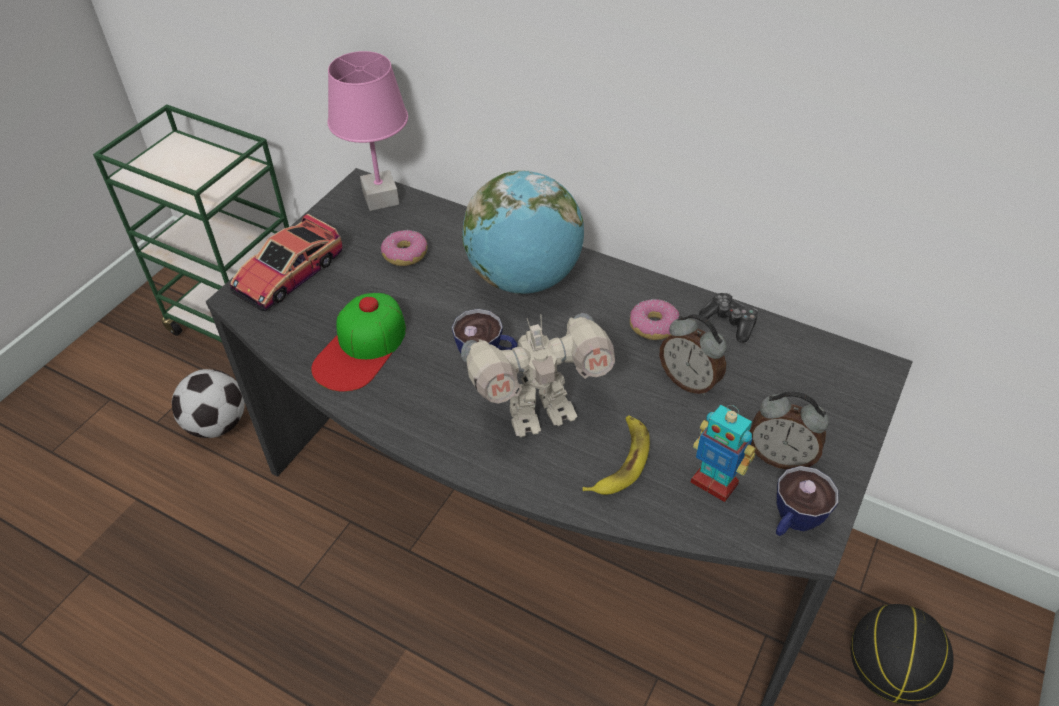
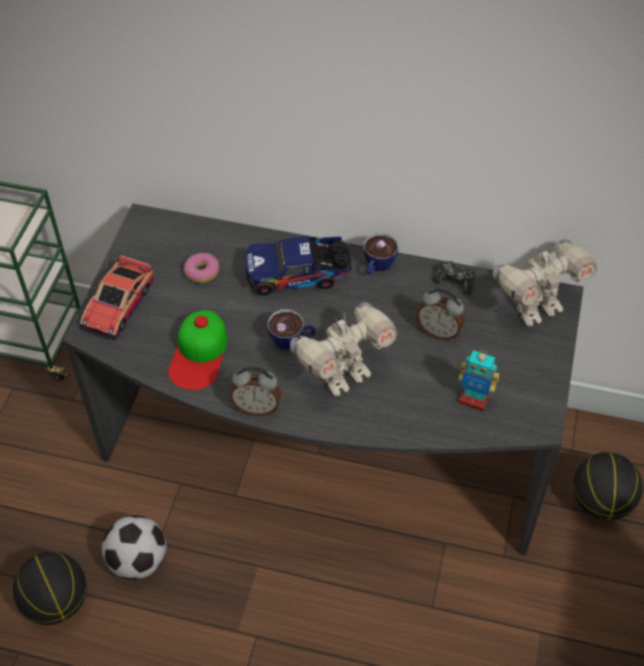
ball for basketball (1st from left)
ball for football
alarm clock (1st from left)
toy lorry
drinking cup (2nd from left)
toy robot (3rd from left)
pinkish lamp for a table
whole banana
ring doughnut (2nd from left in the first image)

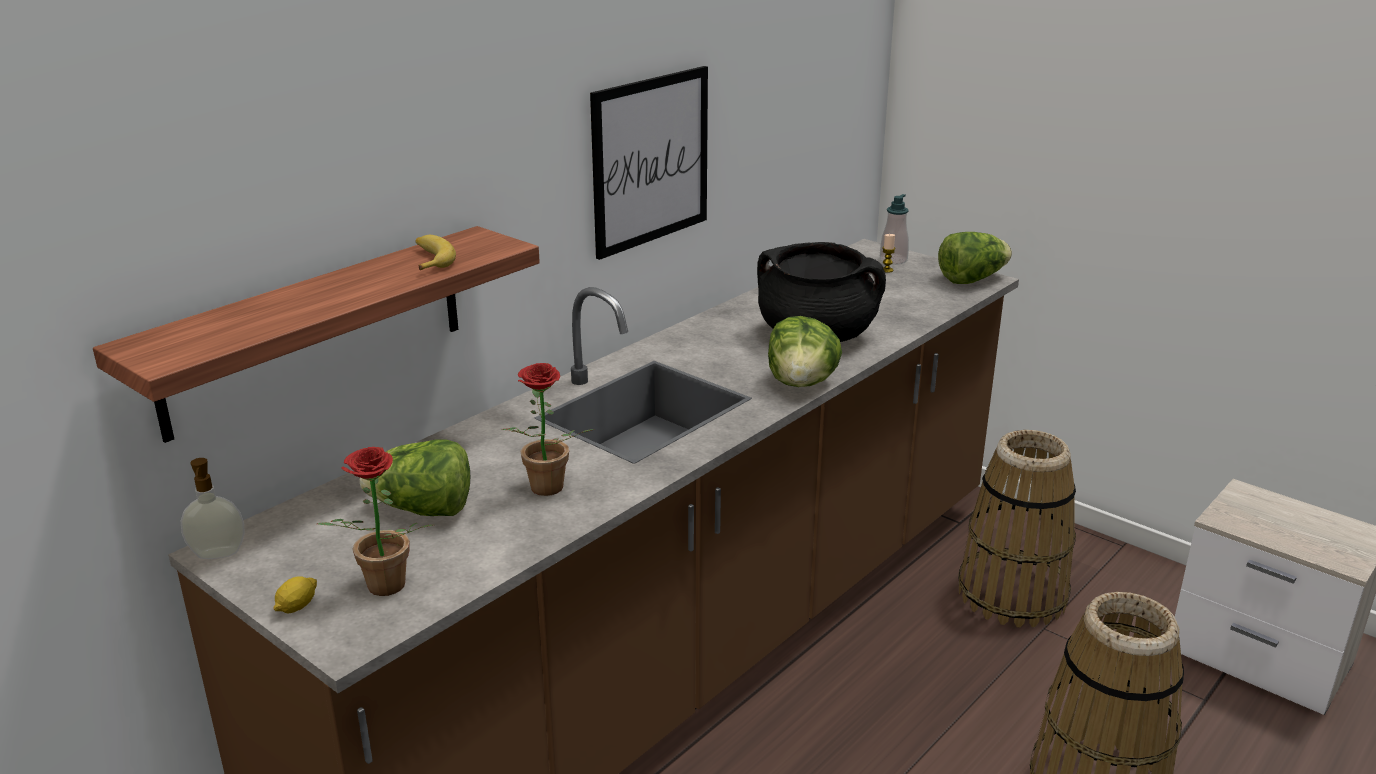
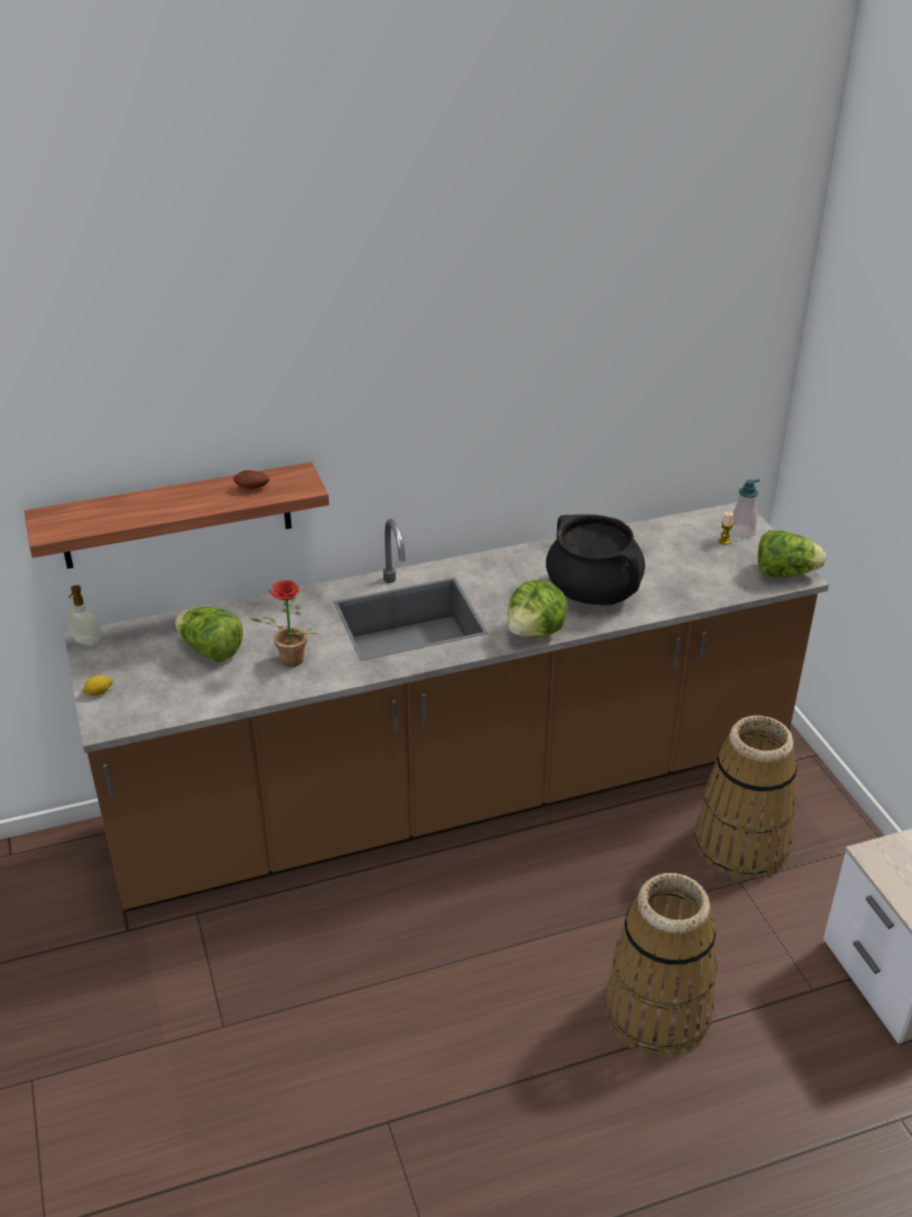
potato
plant in a pot (1st from left in the first image)
wall picture

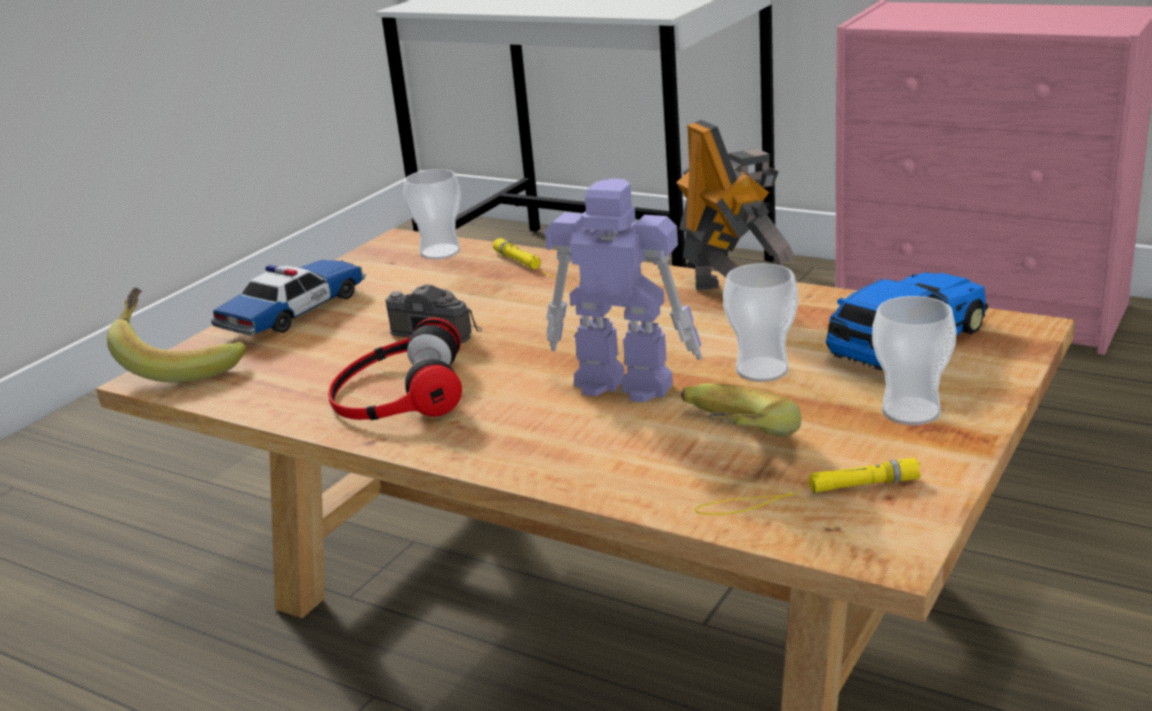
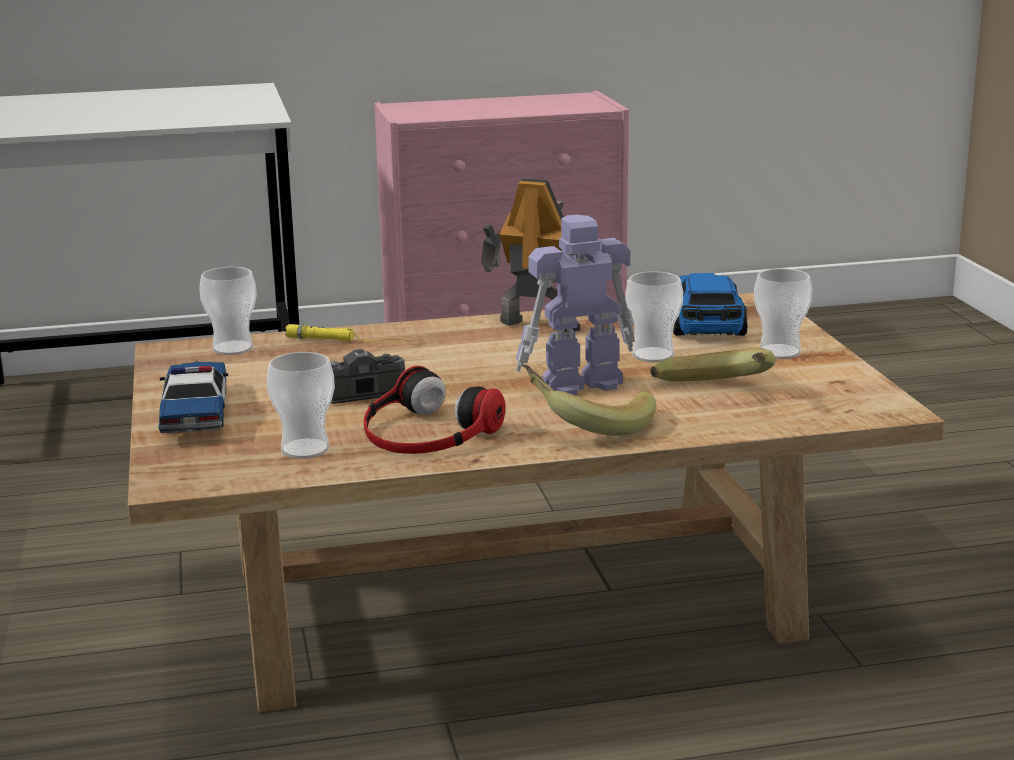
drinking cup (2nd from left)
whole banana (1st from left)
yellow-coloured hand torch (2nd from left in the first image)

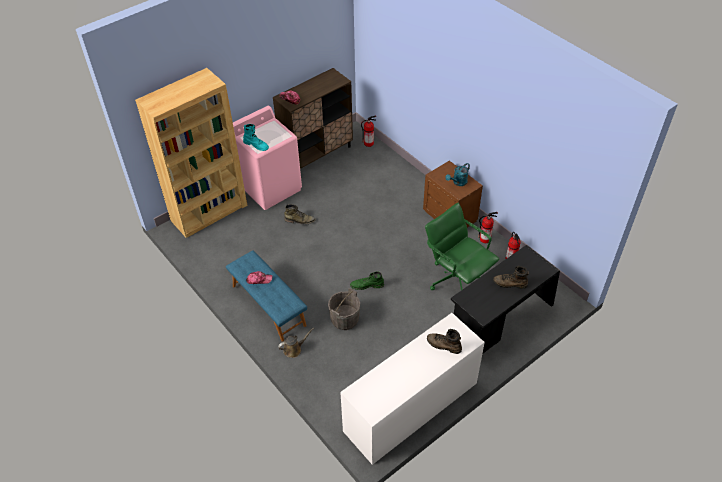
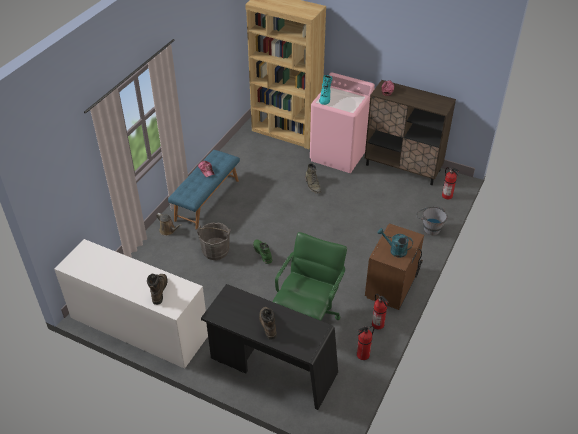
grey water bucket (2nd from left)

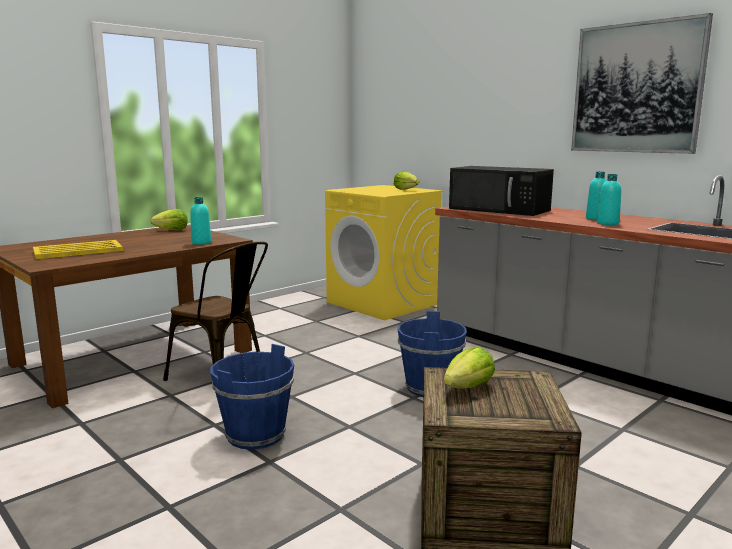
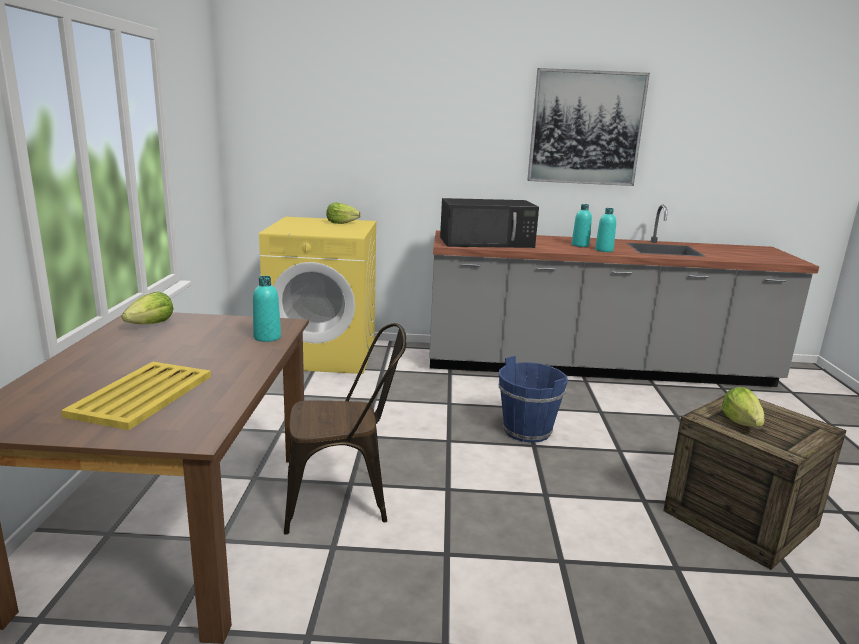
blue-coloured water bucket (1st from left in the first image)

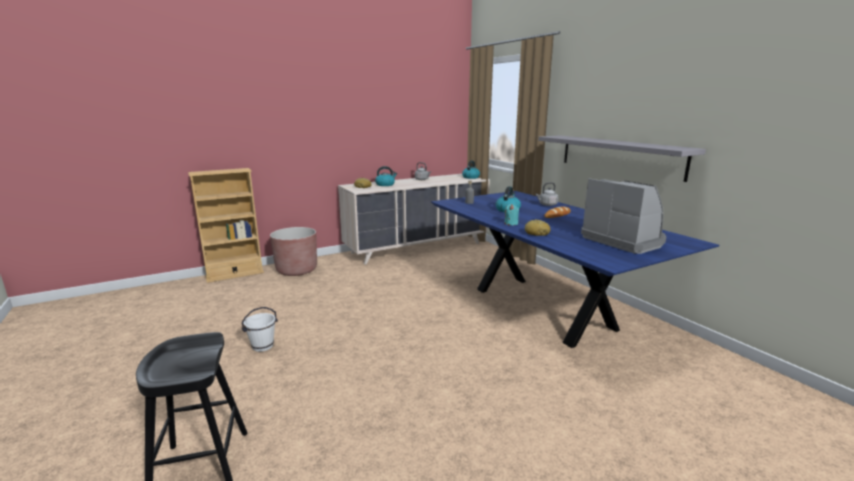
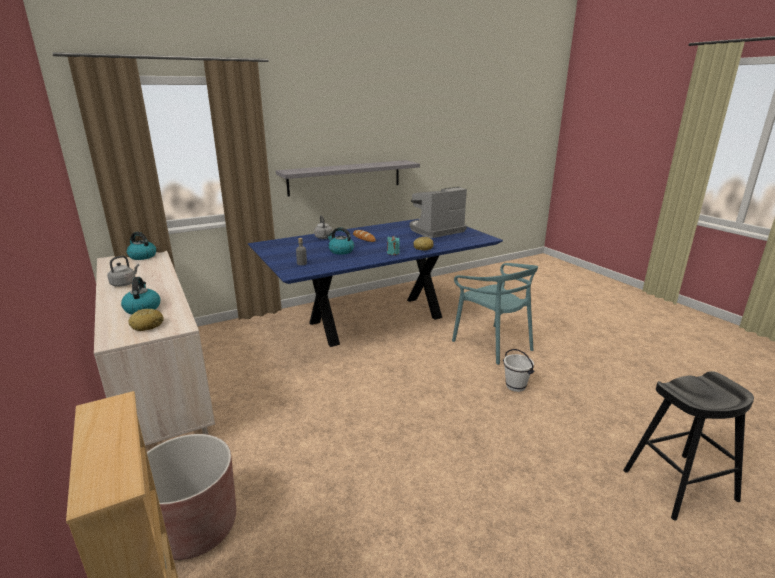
turquoise plain chair
white-coloured water bucket

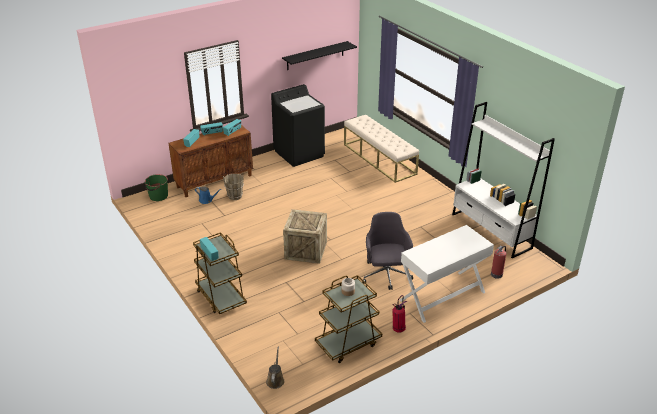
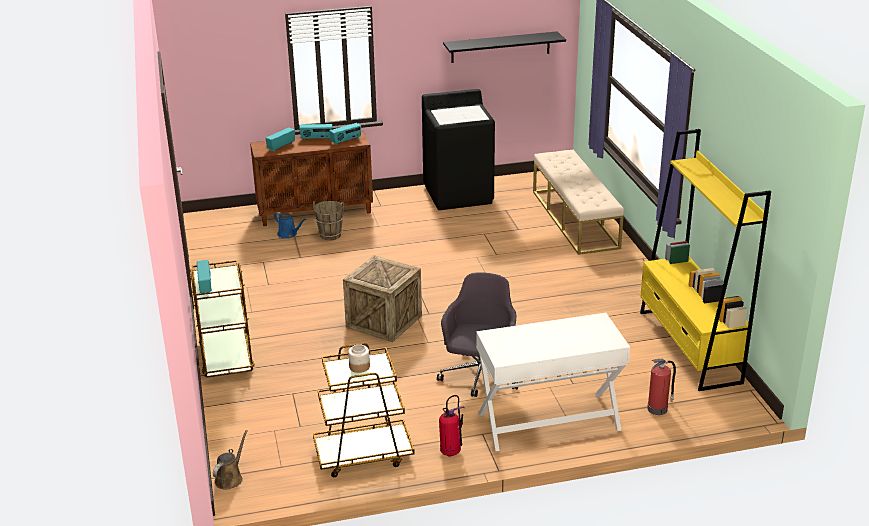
yellow-coloured shelving unit
greenish water bucket

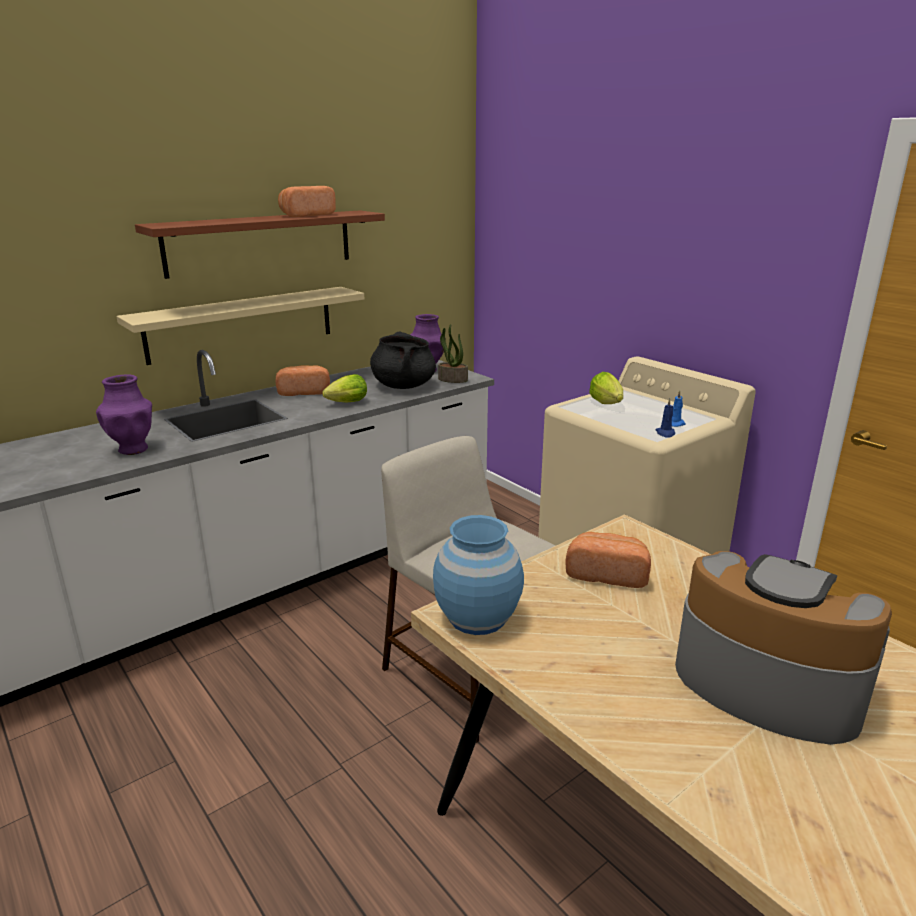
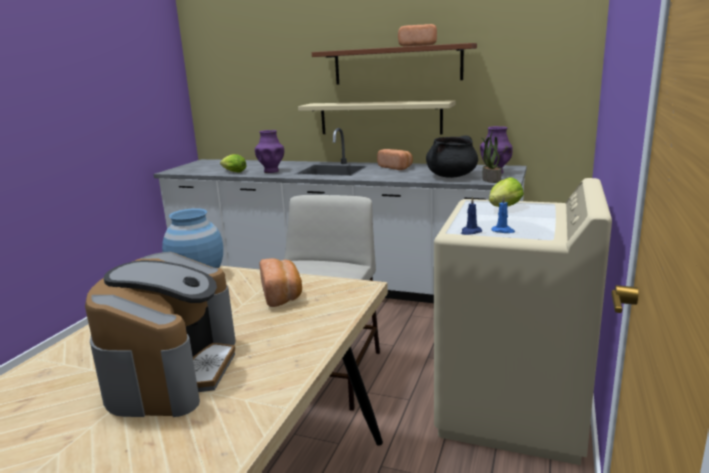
lettuce head (1st from left)

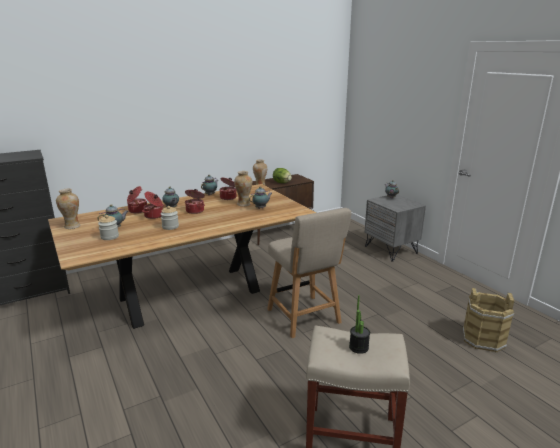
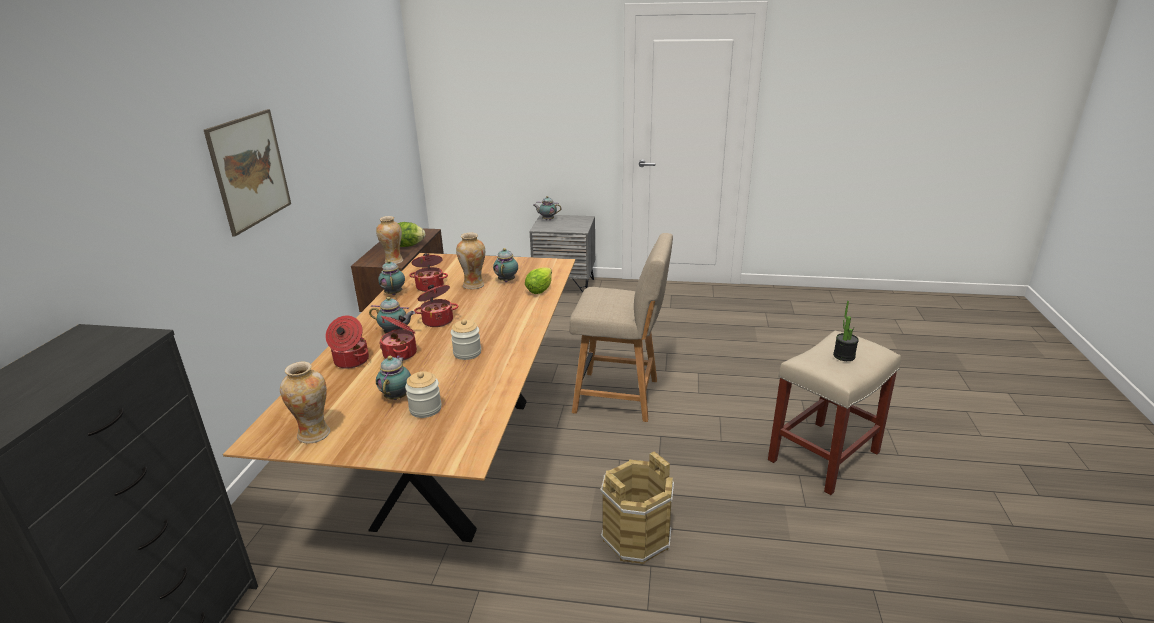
wall picture
lettuce head (2nd from left)
brownish water bucket

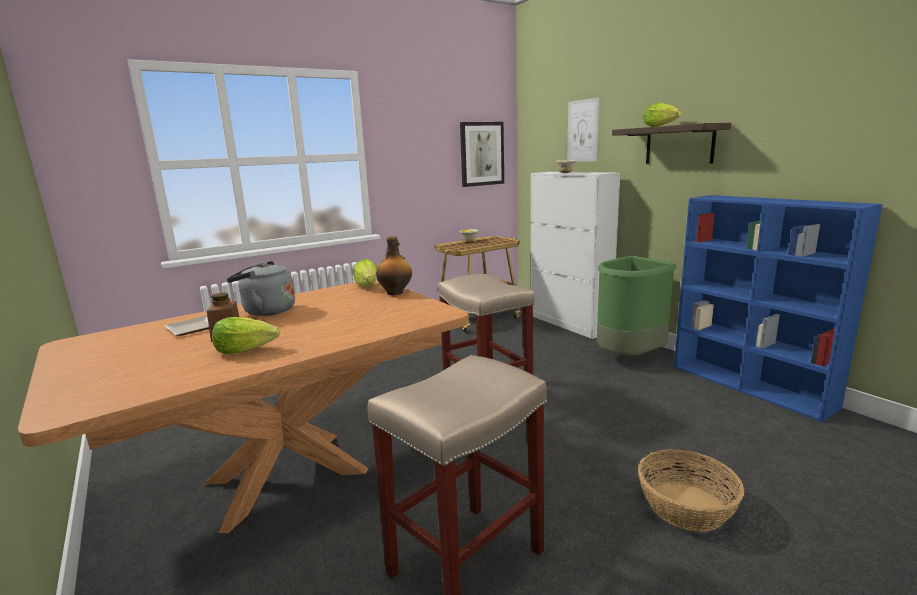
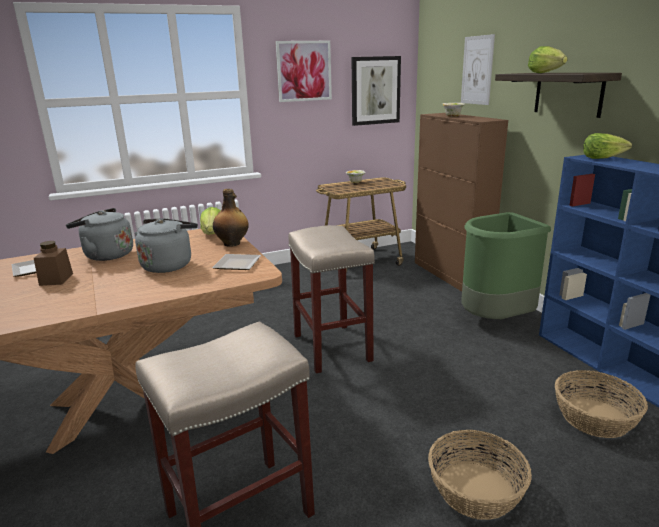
grey kettle (2nd from left)
dinner plate (2nd from left)
wall picture (1st from left)
brownish cupboard
storage basket (2nd from left)
lettuce head (3rd from left)

